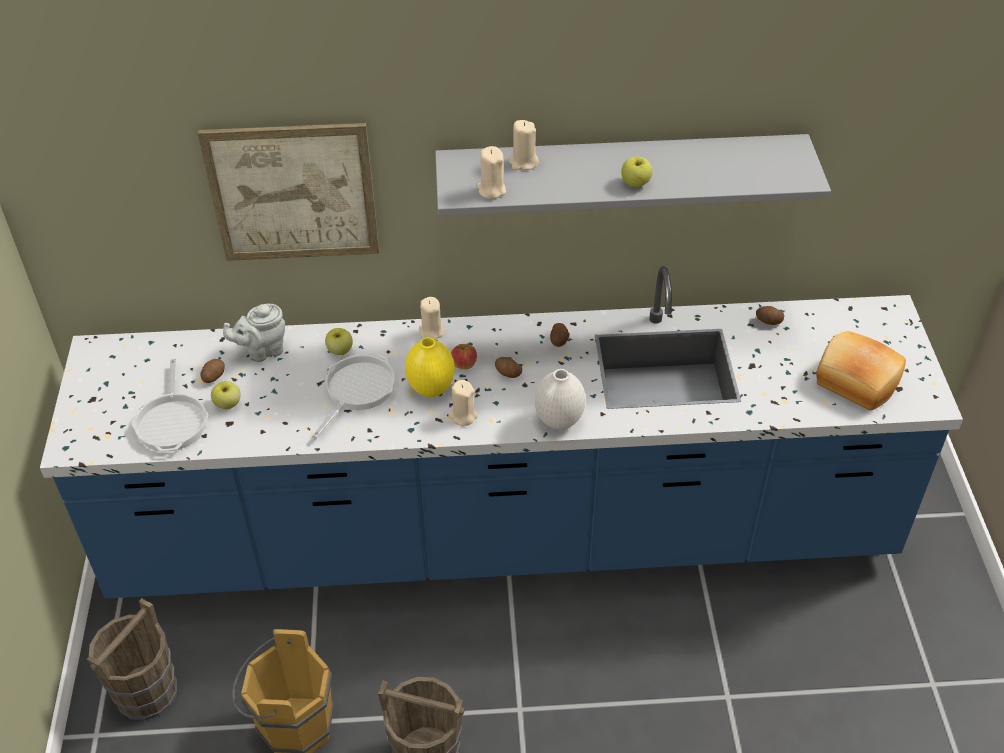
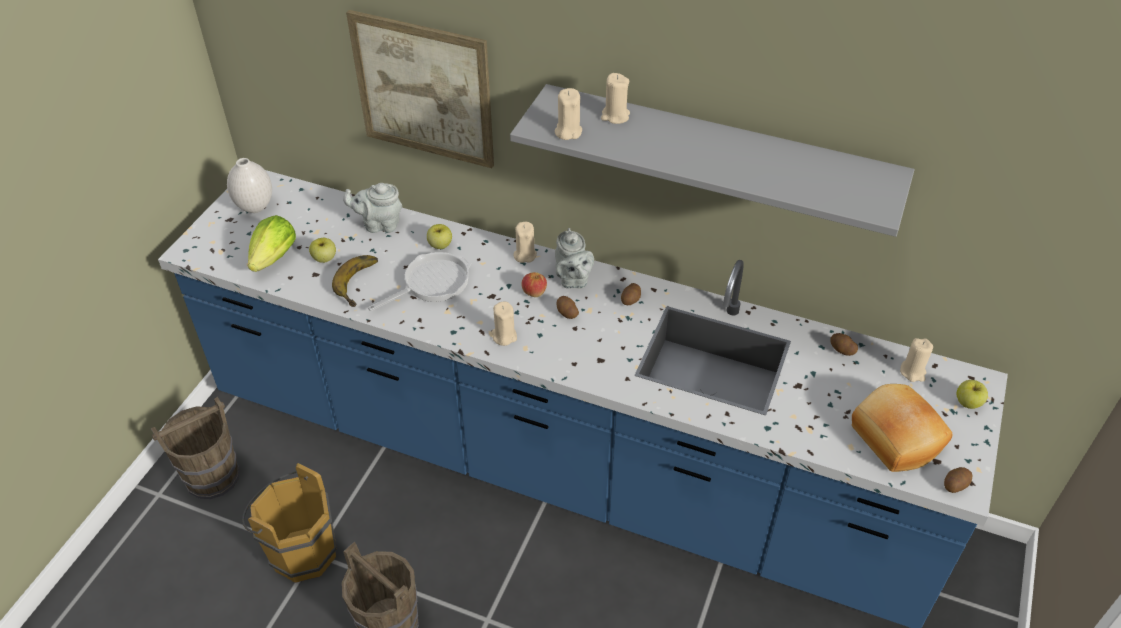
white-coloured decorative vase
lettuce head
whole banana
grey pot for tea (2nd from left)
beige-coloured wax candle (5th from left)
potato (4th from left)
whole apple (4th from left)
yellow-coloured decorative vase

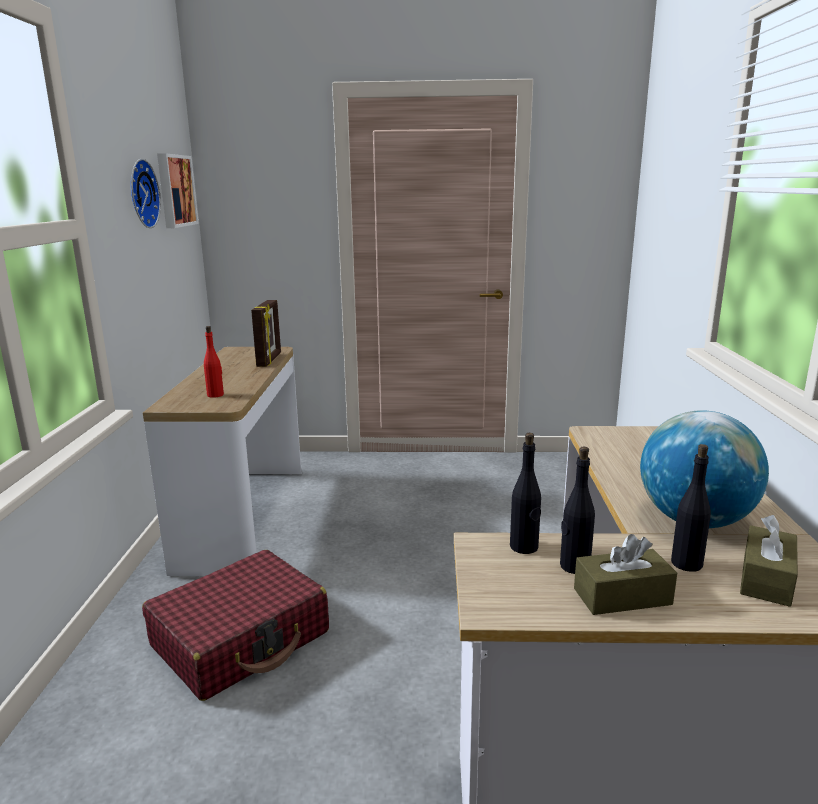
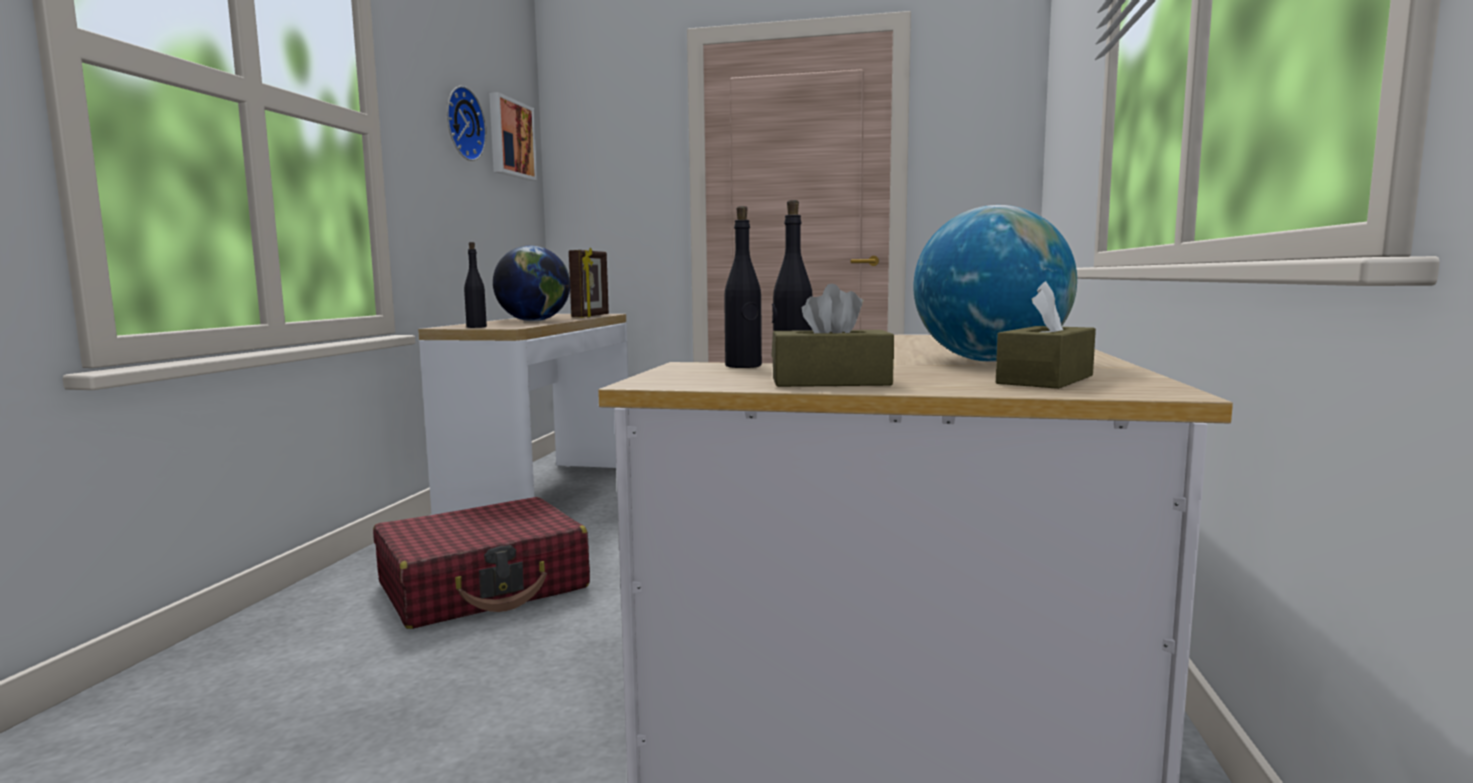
black-coloured bottle (1st from left)
desk globe (1st from left)
red-coloured bottle

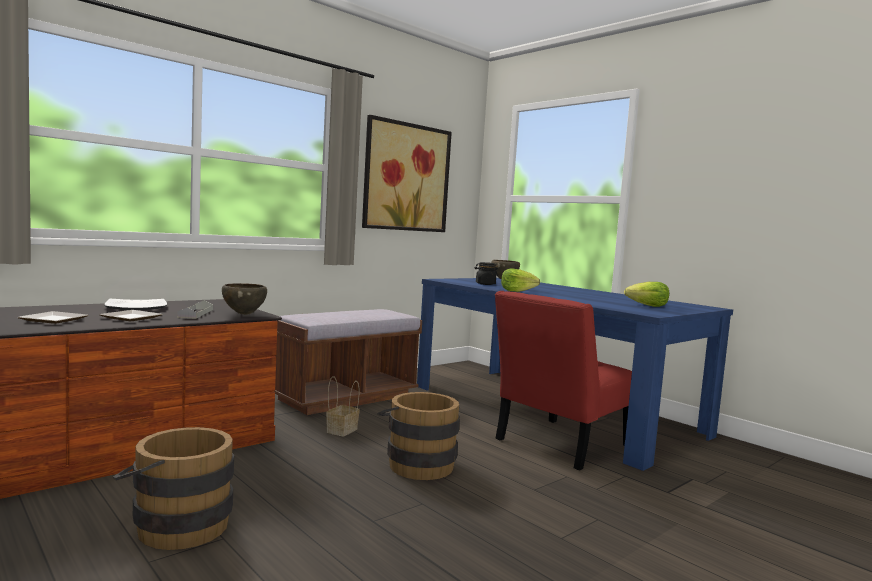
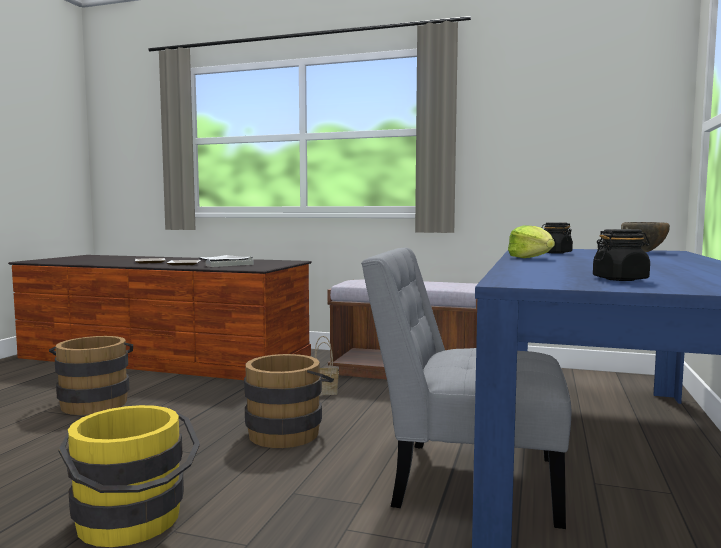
yellow-coloured water bucket
grey plain chair
black-coloured jar (2nd from left)
brownish deep dish (1st from left in the first image)
wall picture

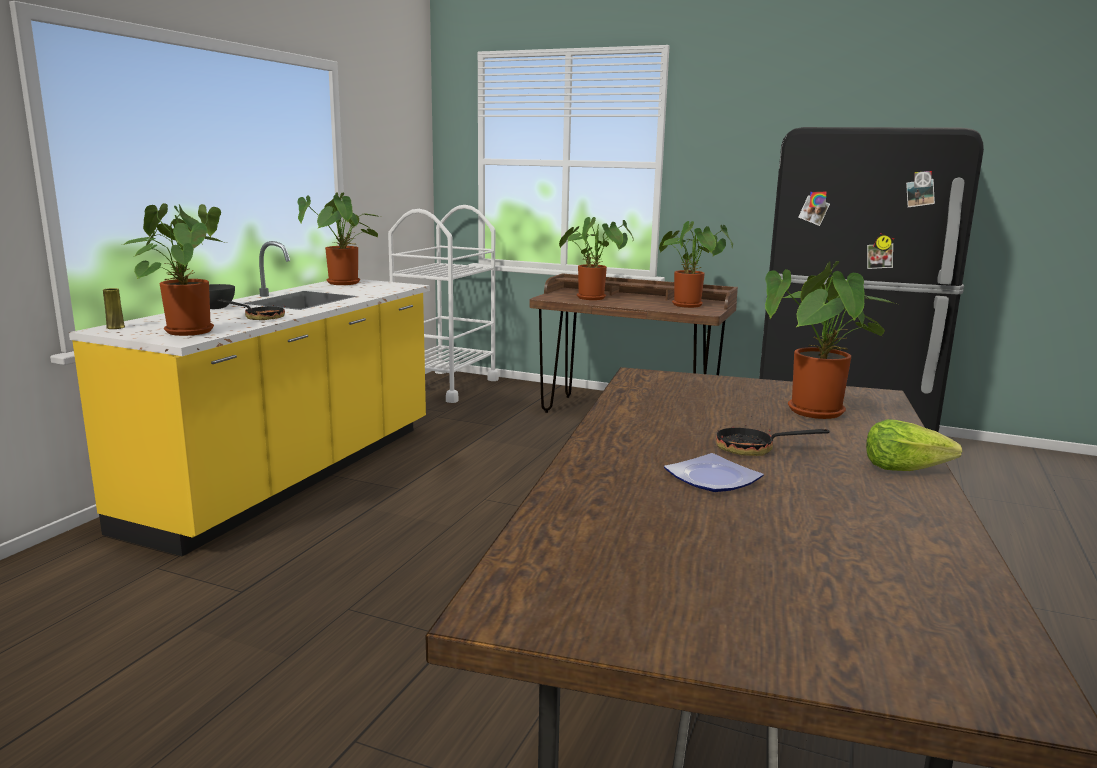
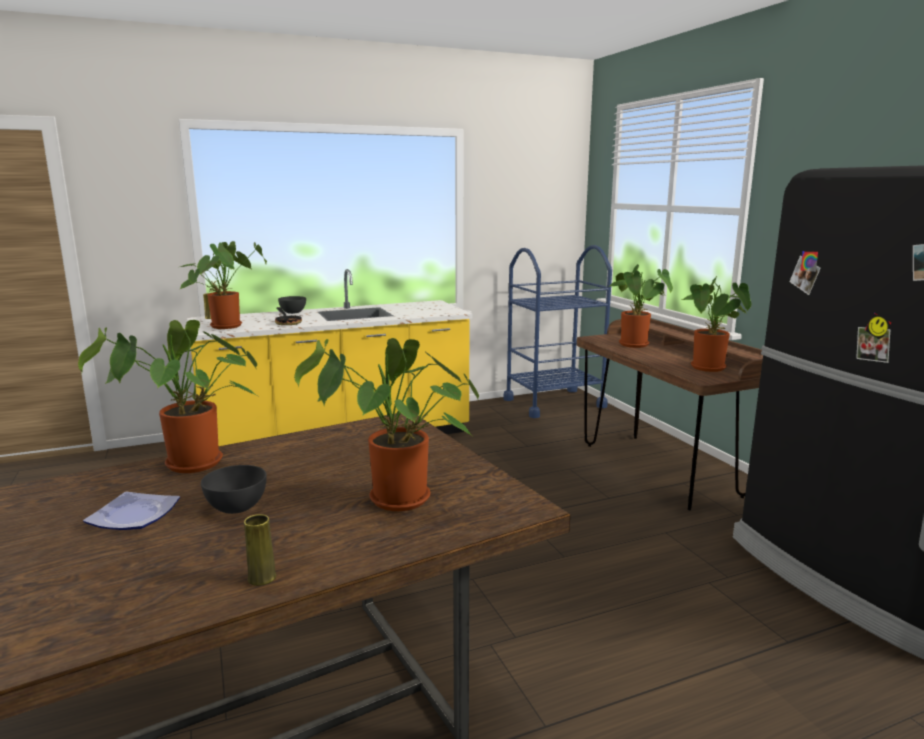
plant in a pot (1st from left)
grey deep dish (1st from left)
yellow-coloured decorative vase (2nd from left)
blue-coloured trolley

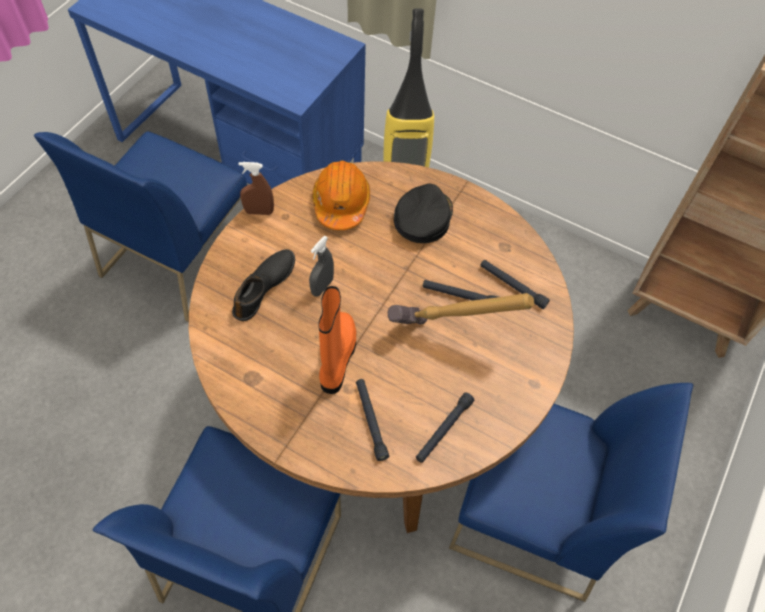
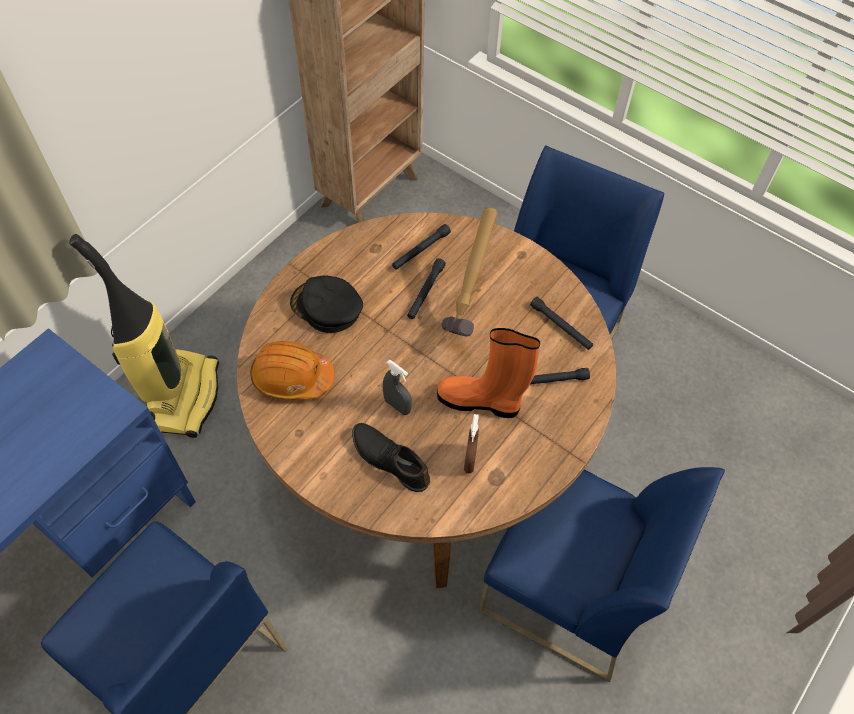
brownish hand sprayer

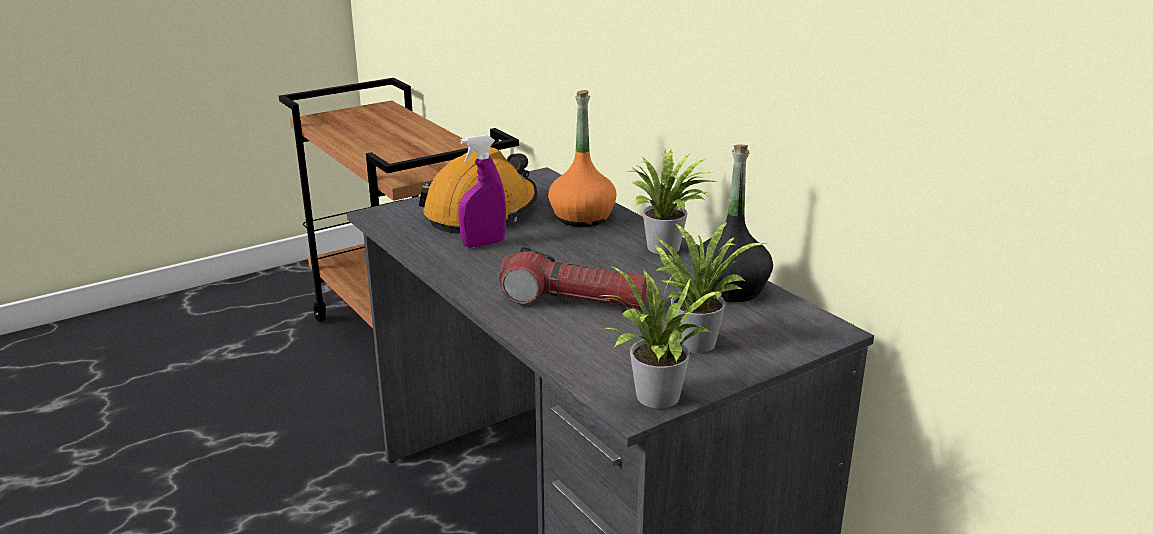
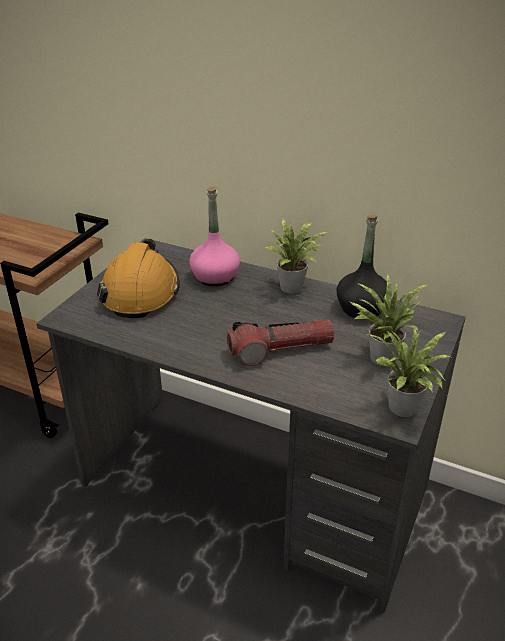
pinkish bottle
purple hand sprayer

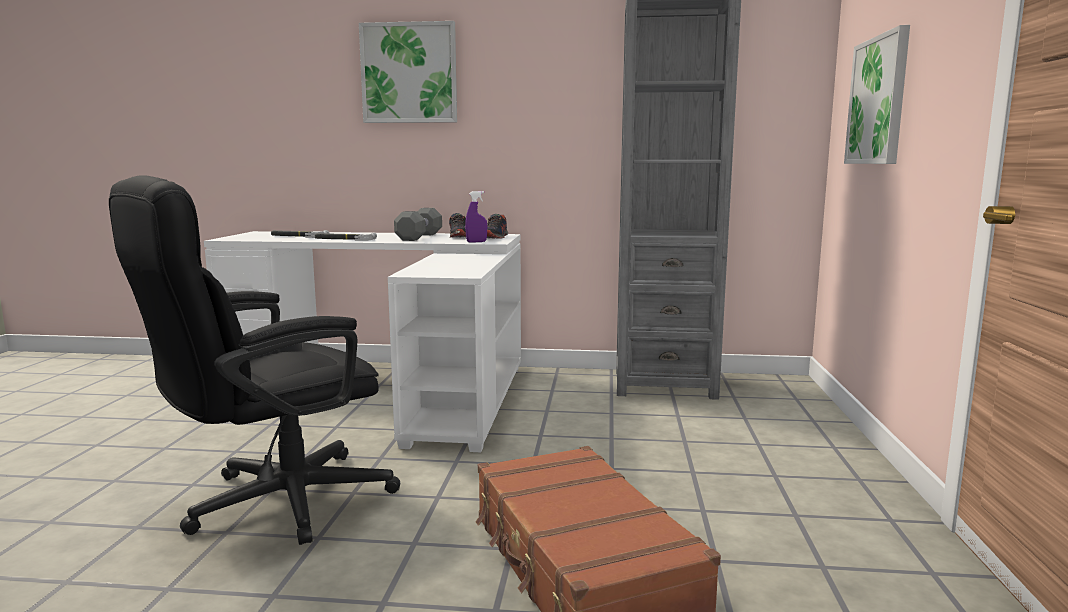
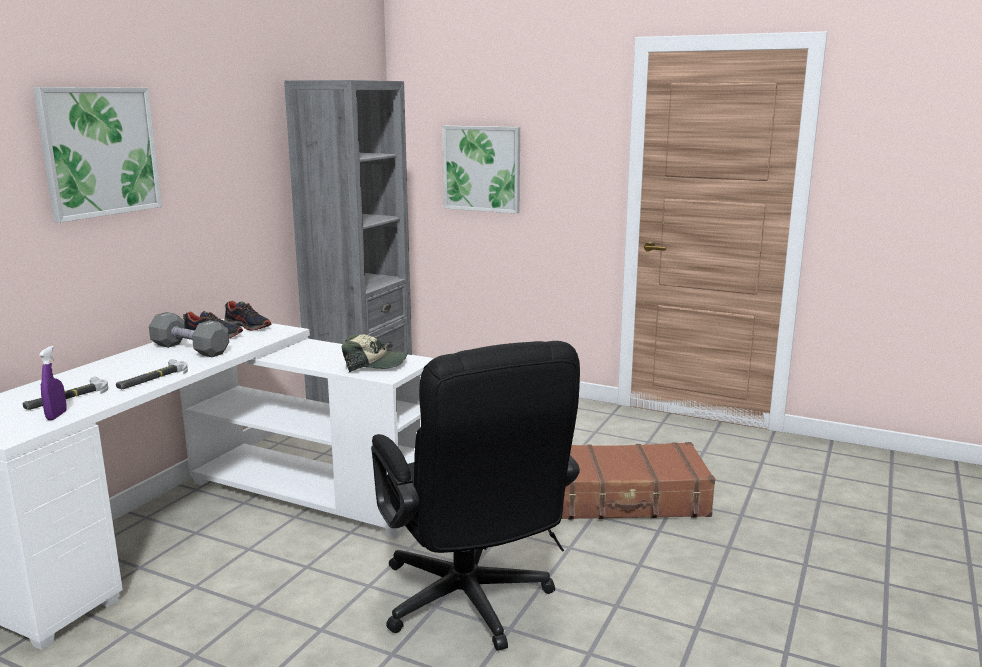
purple hand sprayer
baseball cap

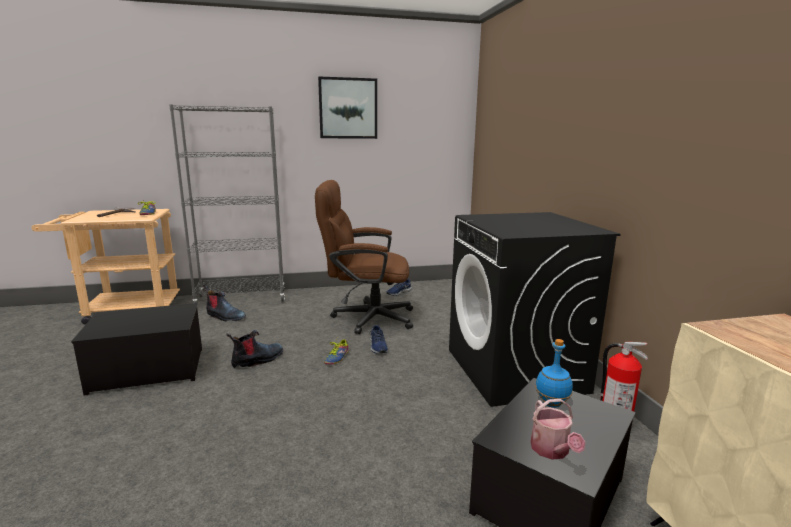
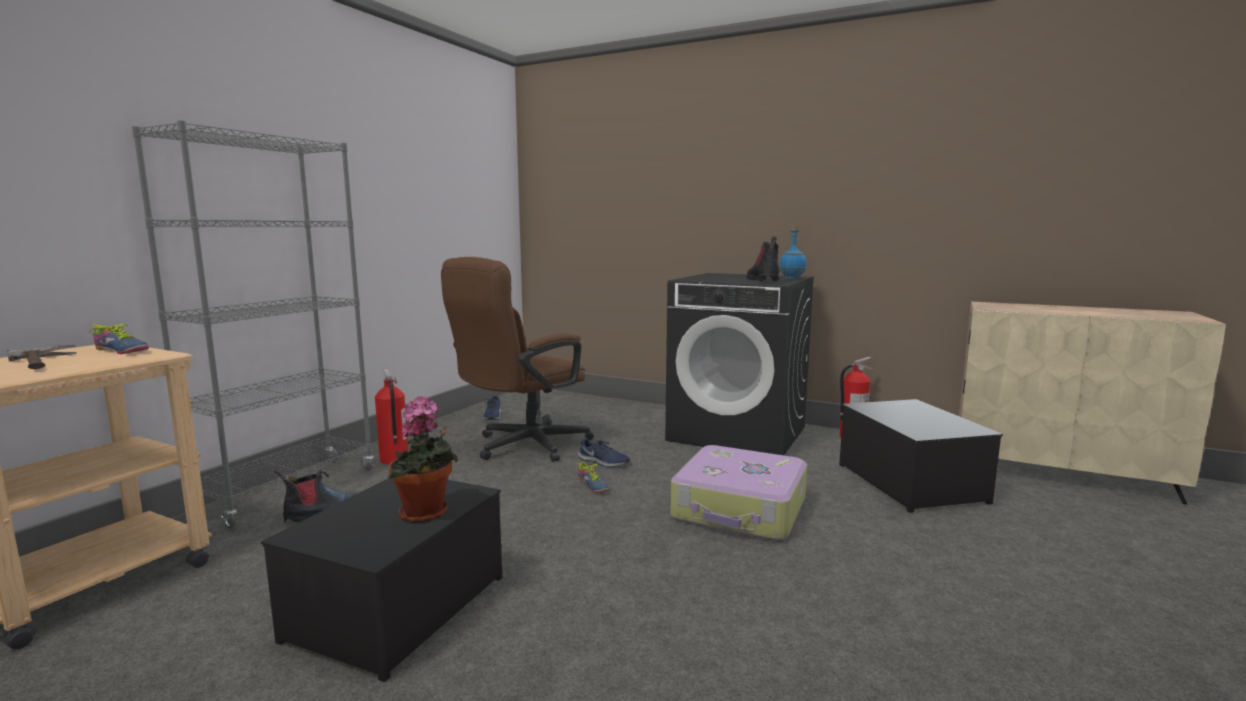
extinguisher (1st from left)
plant in a pot
piece of luggage
tall boot (2nd from left)
blue-coloured bottle
wall picture
sprinkling can

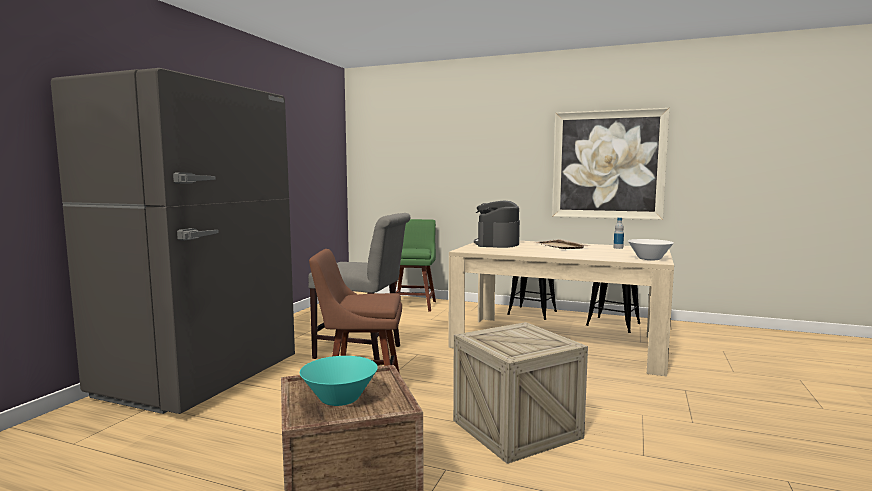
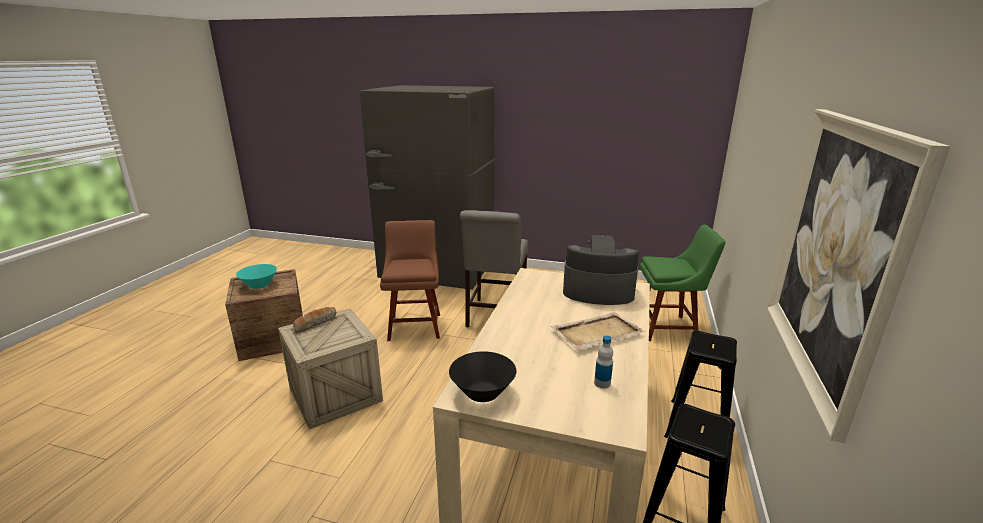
bakery bread
black-coloured deep dish

